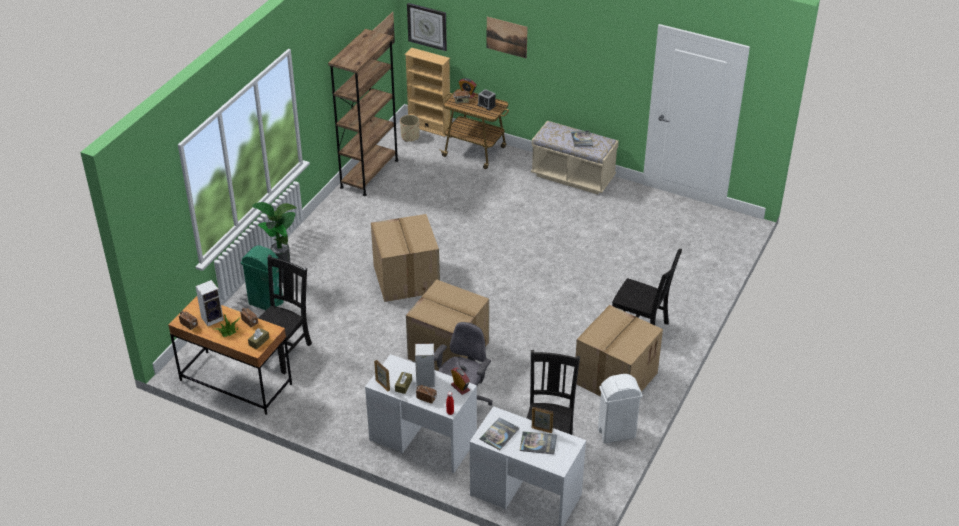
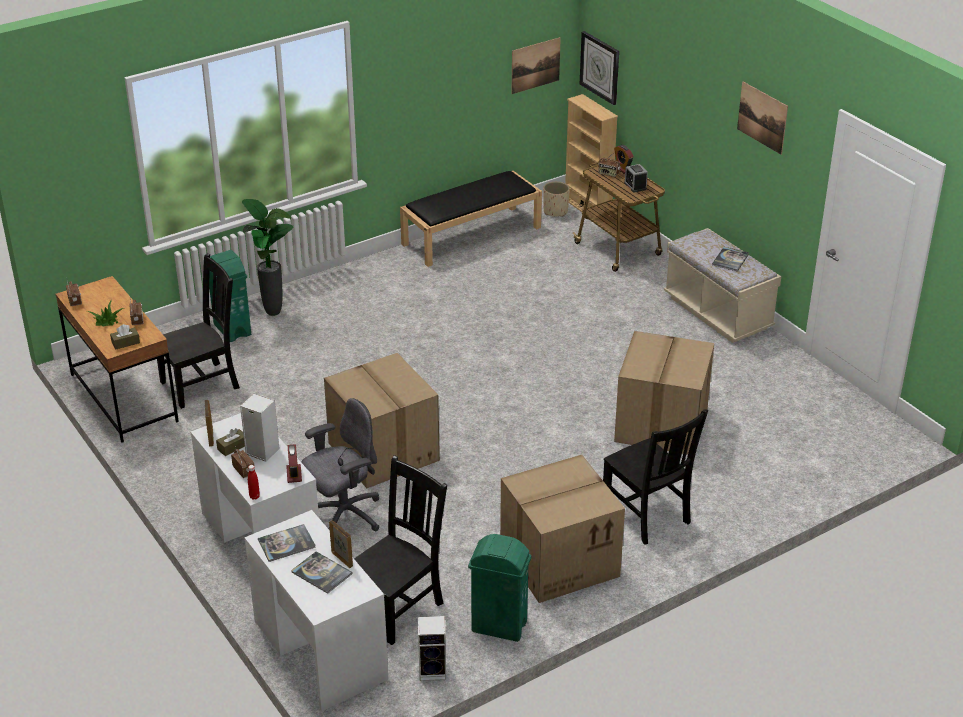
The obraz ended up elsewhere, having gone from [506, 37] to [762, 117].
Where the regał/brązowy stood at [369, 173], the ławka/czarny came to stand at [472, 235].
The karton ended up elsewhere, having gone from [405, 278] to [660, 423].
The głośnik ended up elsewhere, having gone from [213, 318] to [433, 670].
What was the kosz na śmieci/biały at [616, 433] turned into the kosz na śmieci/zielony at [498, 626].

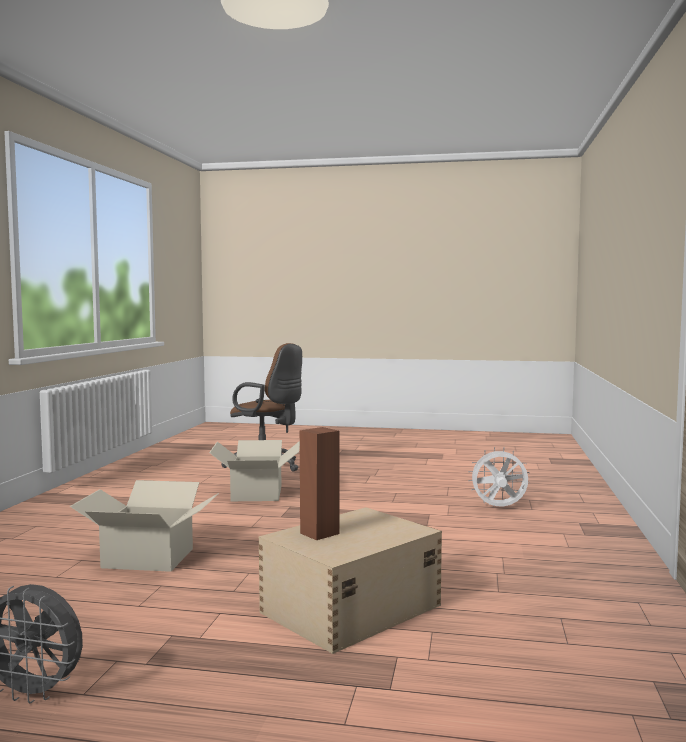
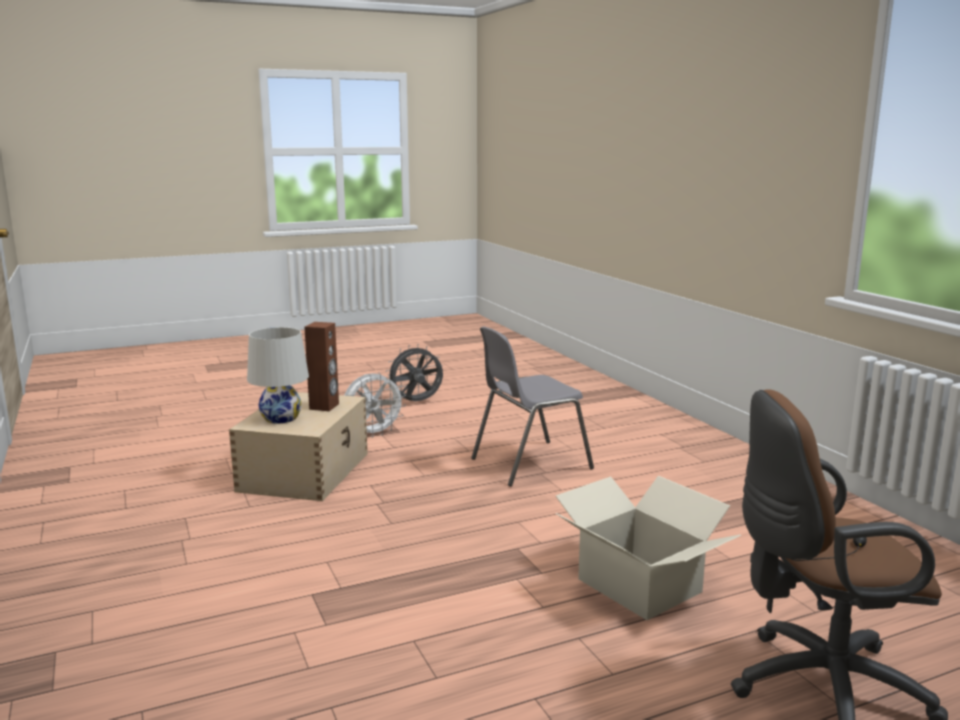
The wentylator/biały ended up elsewhere, having gone from [498, 508] to [373, 434].
Where the karton stood at [148, 558], the krzesło/szary came to stand at [528, 463].
The second view gained the lampa stołowa/biały at [281, 418].

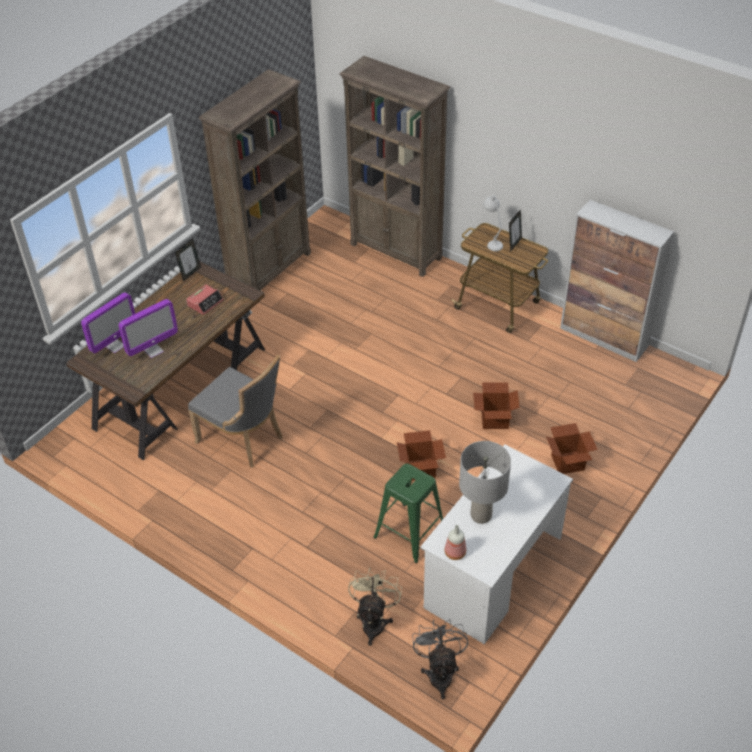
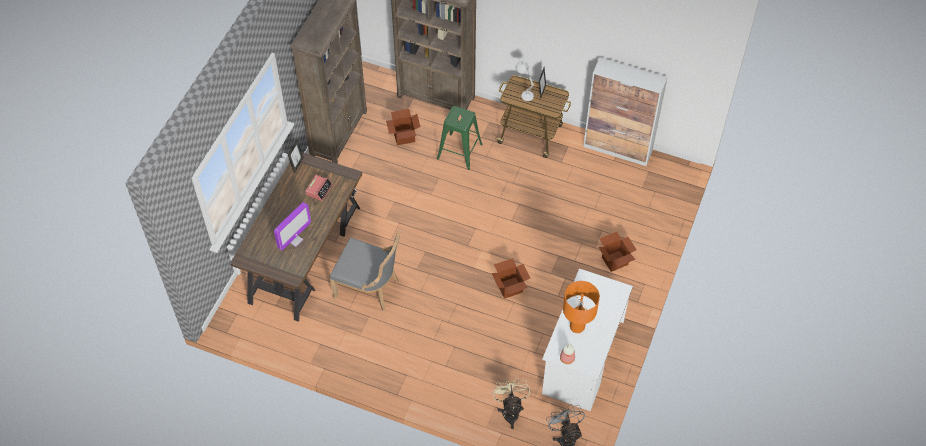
The second view lost the monitor at [115, 346].
The karton ended up elsewhere, having gone from [495, 419] to [404, 136].
What was the lampa stołowa/szary at [480, 515] turned into the lampa stołowa/pomarańczowy at [577, 327].
The stołek/zielony ended up elsewhere, having gone from [409, 531] to [459, 151].

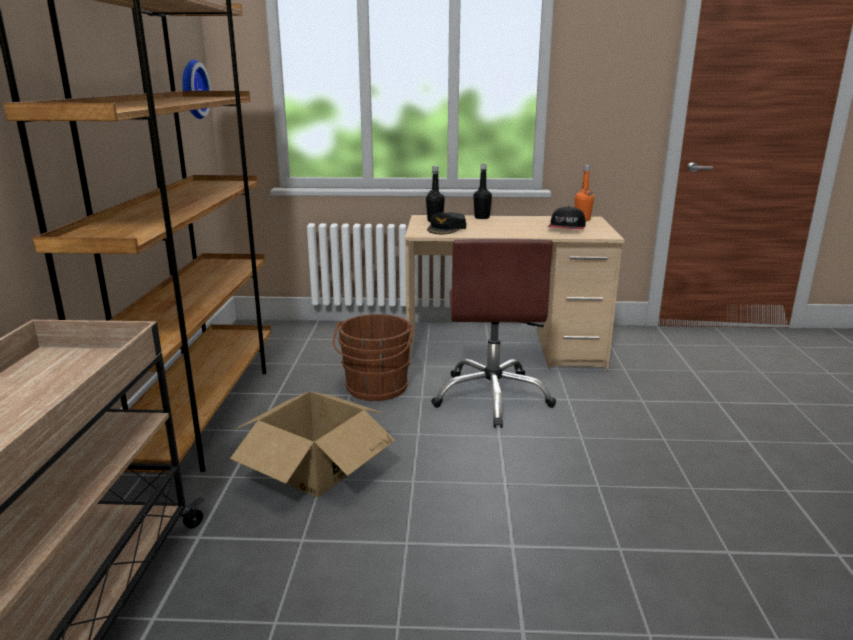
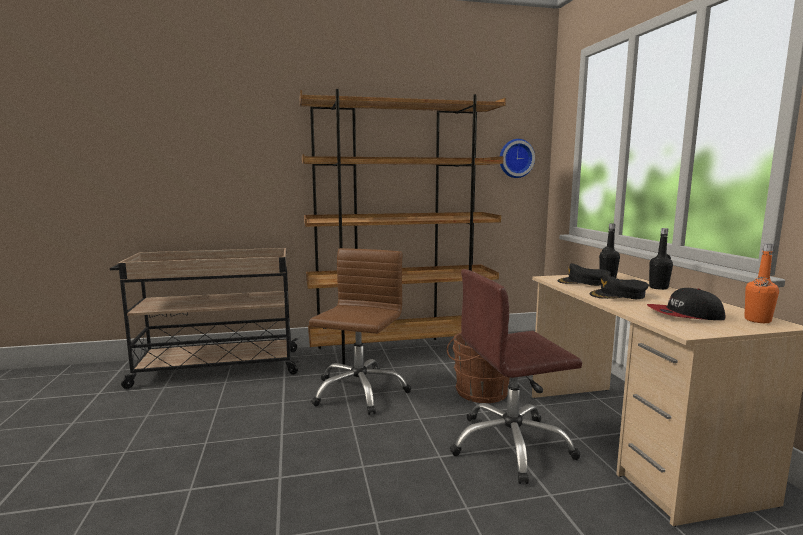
Where the karton stood at [315, 466], the krzesło biurowe/brązowy came to stand at [359, 391].
The second view gained the czapka z daszkiem/czarny at [618, 295].

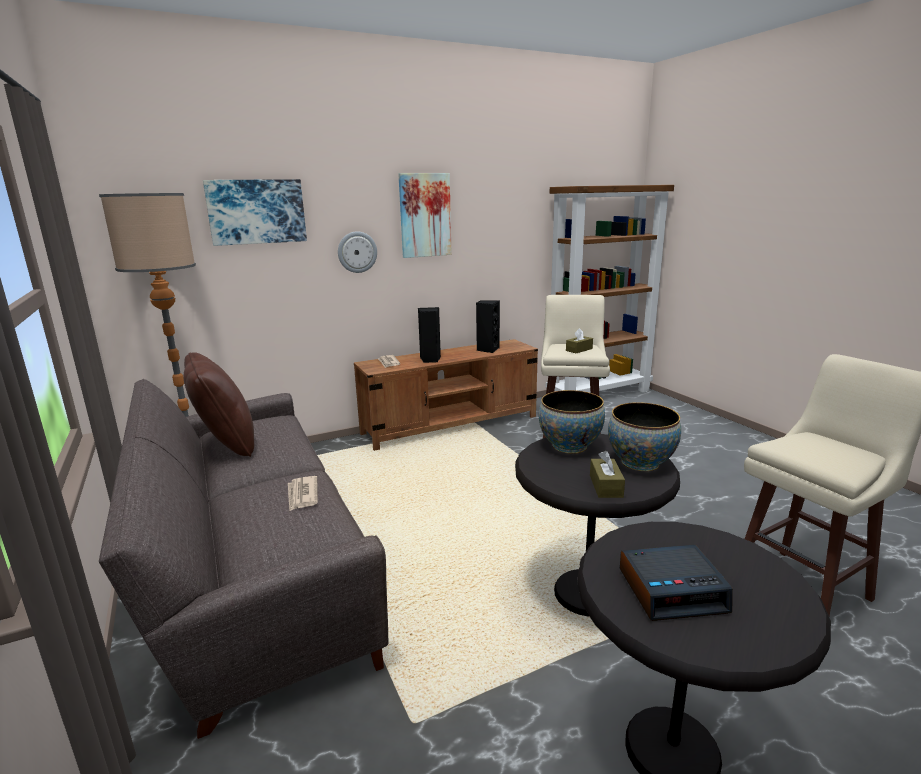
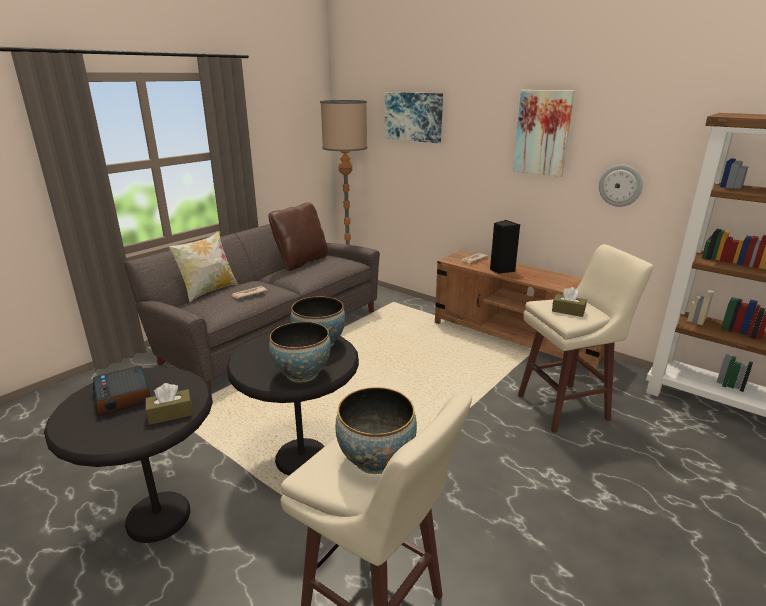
The zegar ścienny ended up elsewhere, having gone from [357, 252] to [620, 185].
The second view lost the głośnik/czarny at [487, 349].
The pudełko chusteczek/brązowy ended up elsewhere, having gone from [606, 486] to [170, 414].
The second view gained the poduszka at [208, 291].
The second view gained the miska at [376, 459].

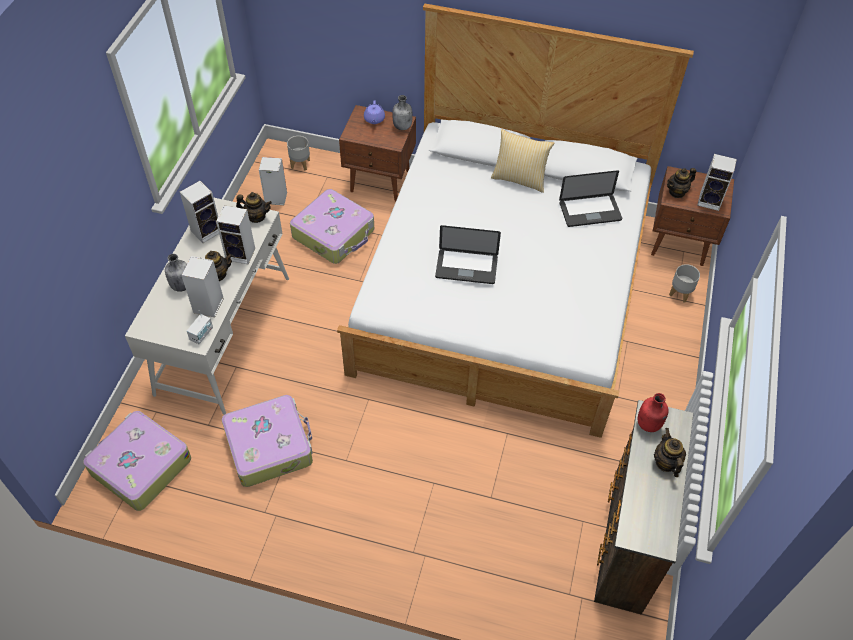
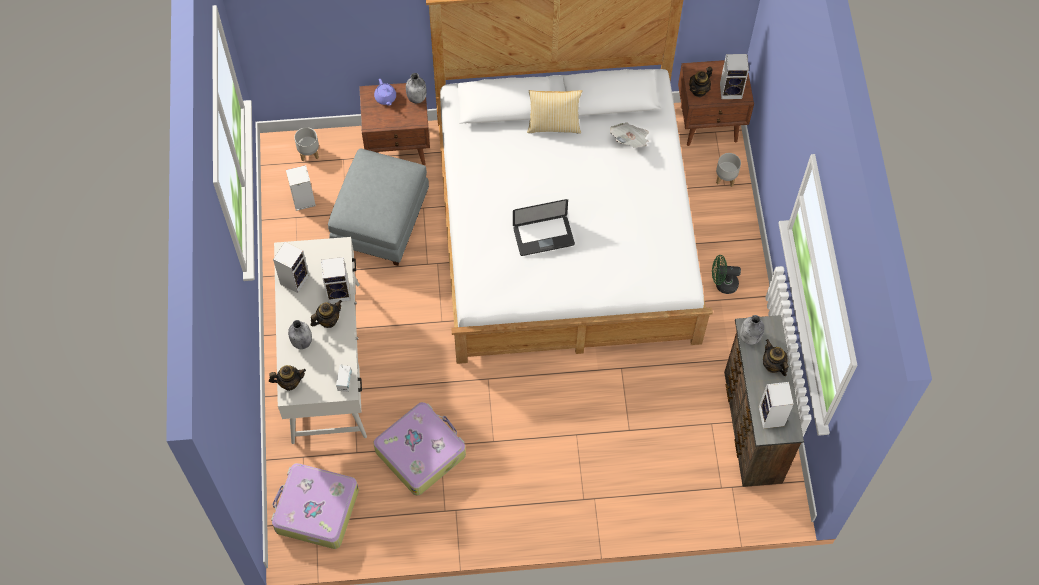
Where the laptop stood at [590, 211], the gazeta came to stand at [630, 140].
Where the walizka stood at [334, 234], the pufa/szary came to stand at [380, 221].
The imbryk ended up elsewhere, having gone from [256, 216] to [289, 382].
The głośnik ended up elsewhere, having gone from [208, 306] to [772, 417].
What was the butelka/czerwony at [649, 424] turned into the butelka/szary at [750, 337].
The second view gained the wentylator/zielony at [722, 284].

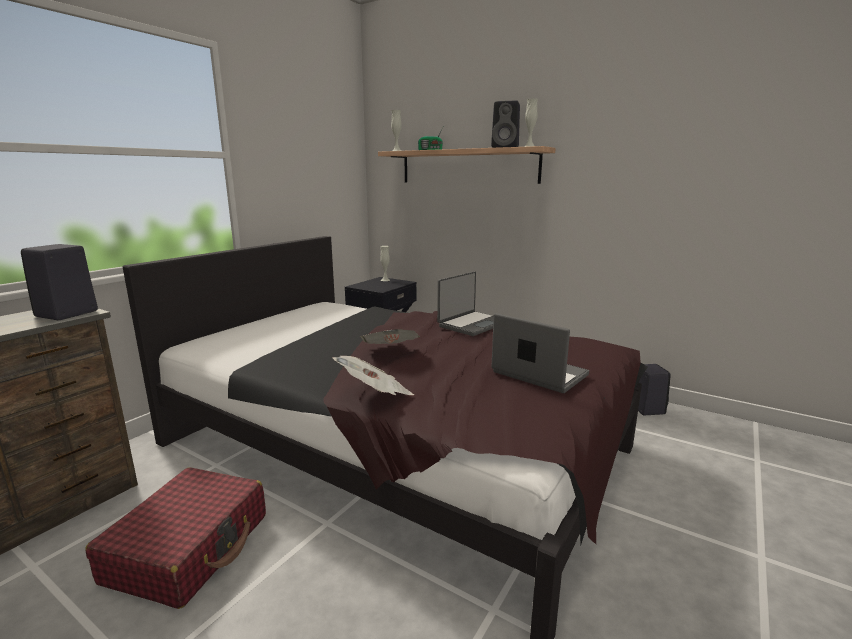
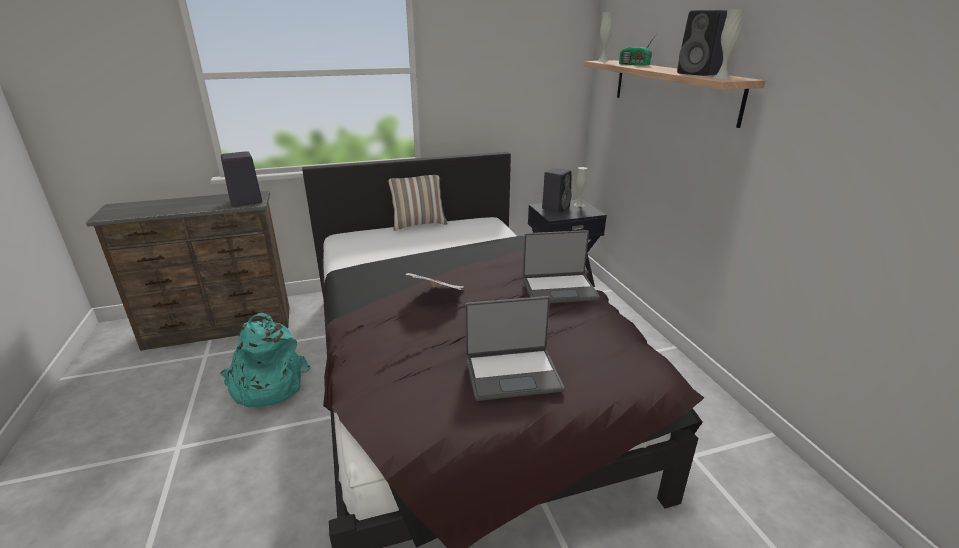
The laptop at [538, 374] ended up facing another way, 90 degrees clockwise from before.
The second view lost the gazeta at [375, 394].
The głośnik/czarny ended up elsewhere, having gone from [646, 408] to [556, 208].
Where the walizka/czerwony stood at [189, 547], the plecak/turkusowy came to stand at [266, 385].
The second view gained the poduszka at [418, 224].

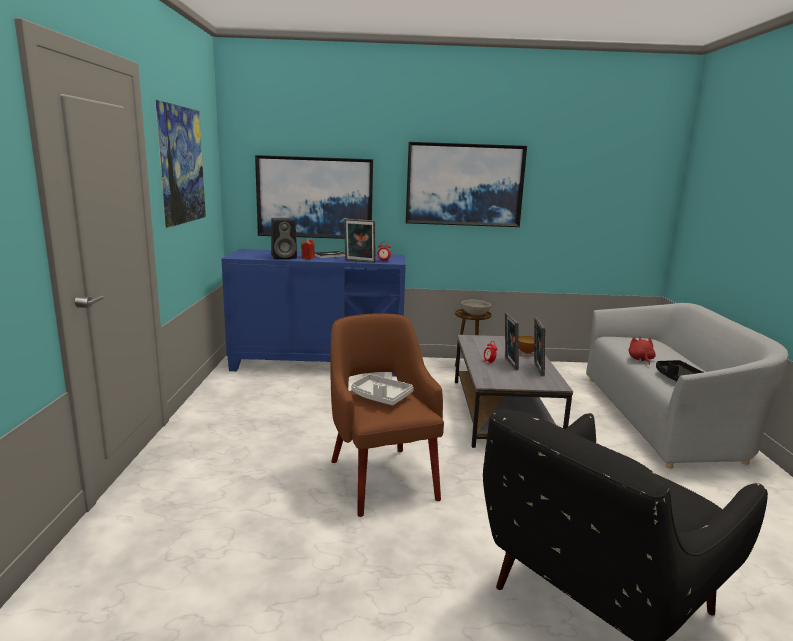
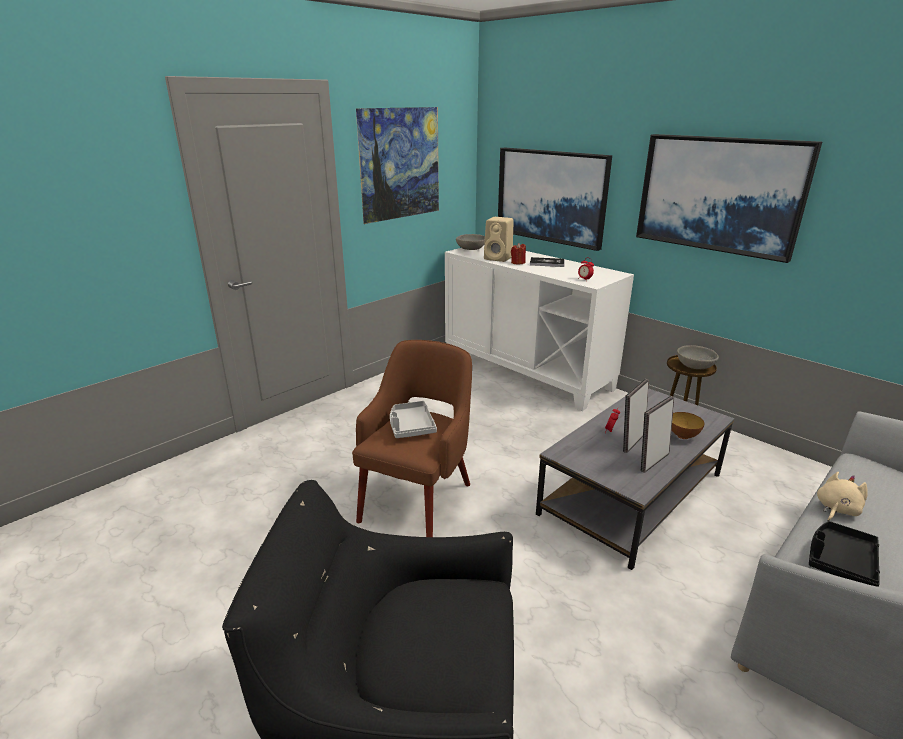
What was the głośnik/czarny at [285, 257] turned into the głośnik/beżowy at [499, 258].
The second view lost the ramka na zdjęcie at [359, 261].
What was the szafka/niebieski at [318, 363] turned into the szafka/biały at [526, 371].
What was the pluszak/czerwony at [640, 360] turned into the pluszak/beżowy at [836, 509].
The second view gained the miska/szary at [470, 249].

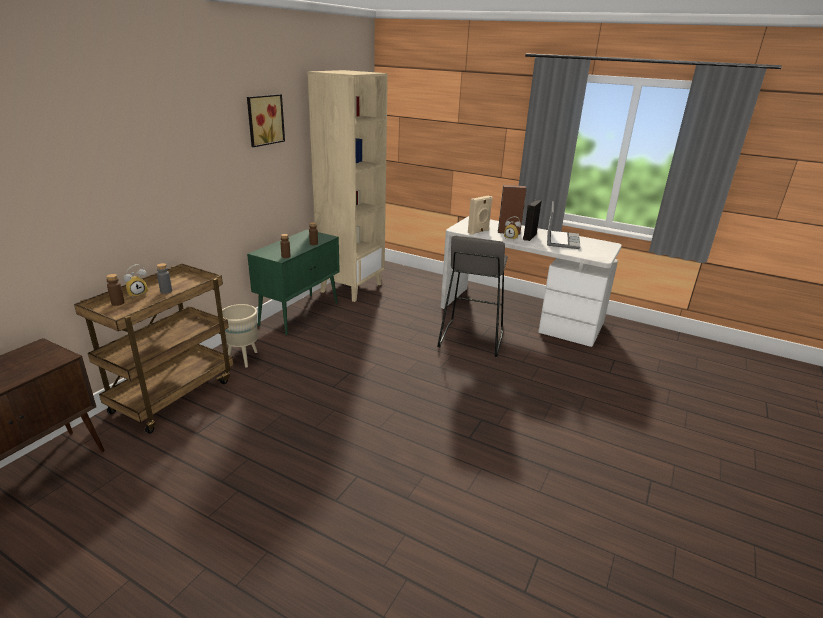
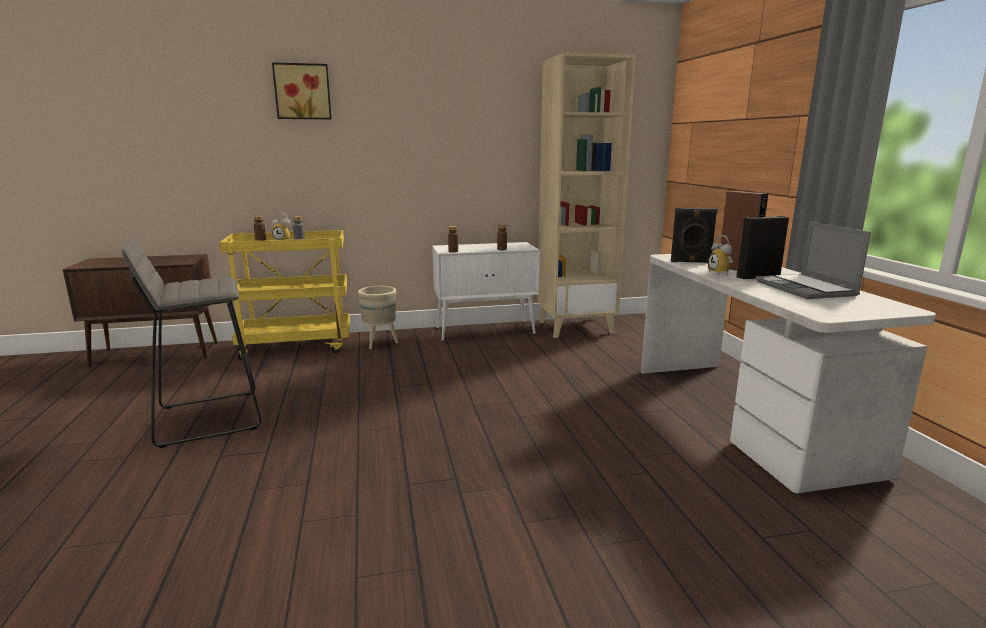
The obraz ended up elsewhere, having gone from [264, 120] to [302, 91].
What was the głośnik/beżowy at [479, 231] turned into the głośnik/czarny at [690, 262].
The laptop at [561, 240] ended up facing another way, 105 degrees clockwise from before.
What was the szafka/zielony at [300, 313] turned into the szafka/biały at [486, 331].
The stołek/szary ended up elsewhere, having gone from [471, 339] to [208, 417].
What was the wózek/brązowy at [173, 395] turned into the wózek/żółty at [297, 346].

